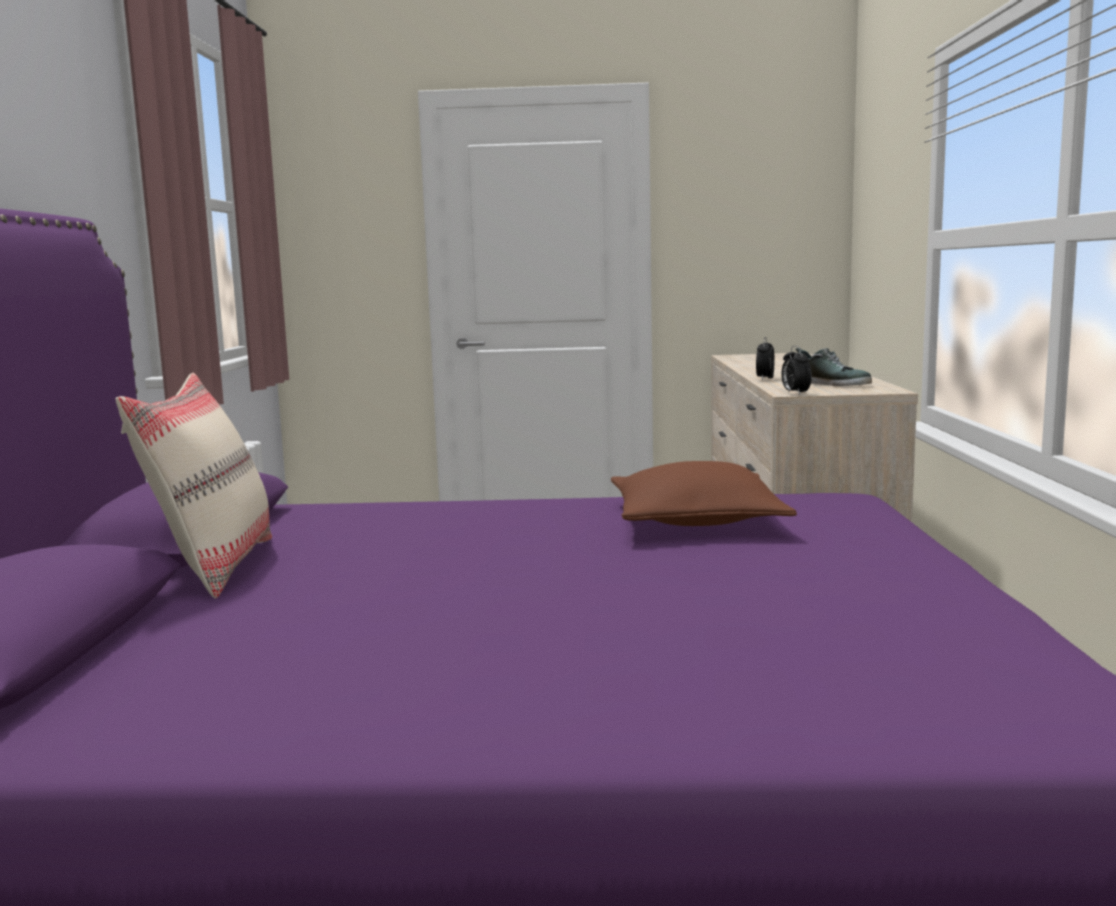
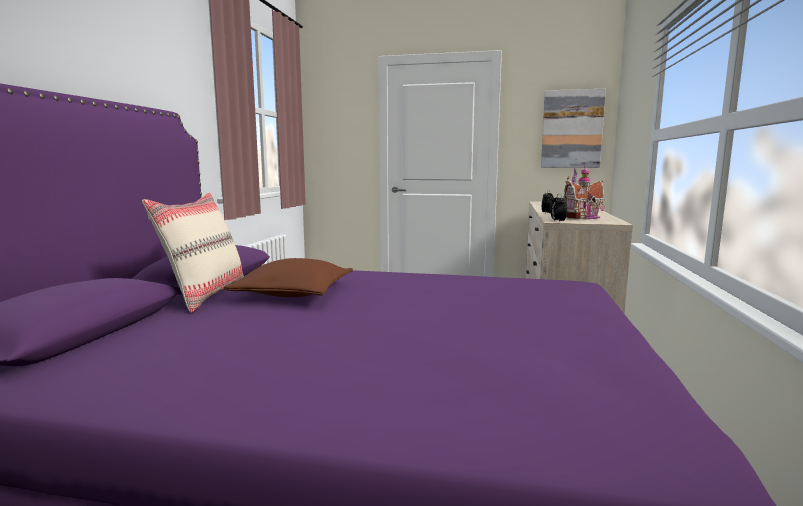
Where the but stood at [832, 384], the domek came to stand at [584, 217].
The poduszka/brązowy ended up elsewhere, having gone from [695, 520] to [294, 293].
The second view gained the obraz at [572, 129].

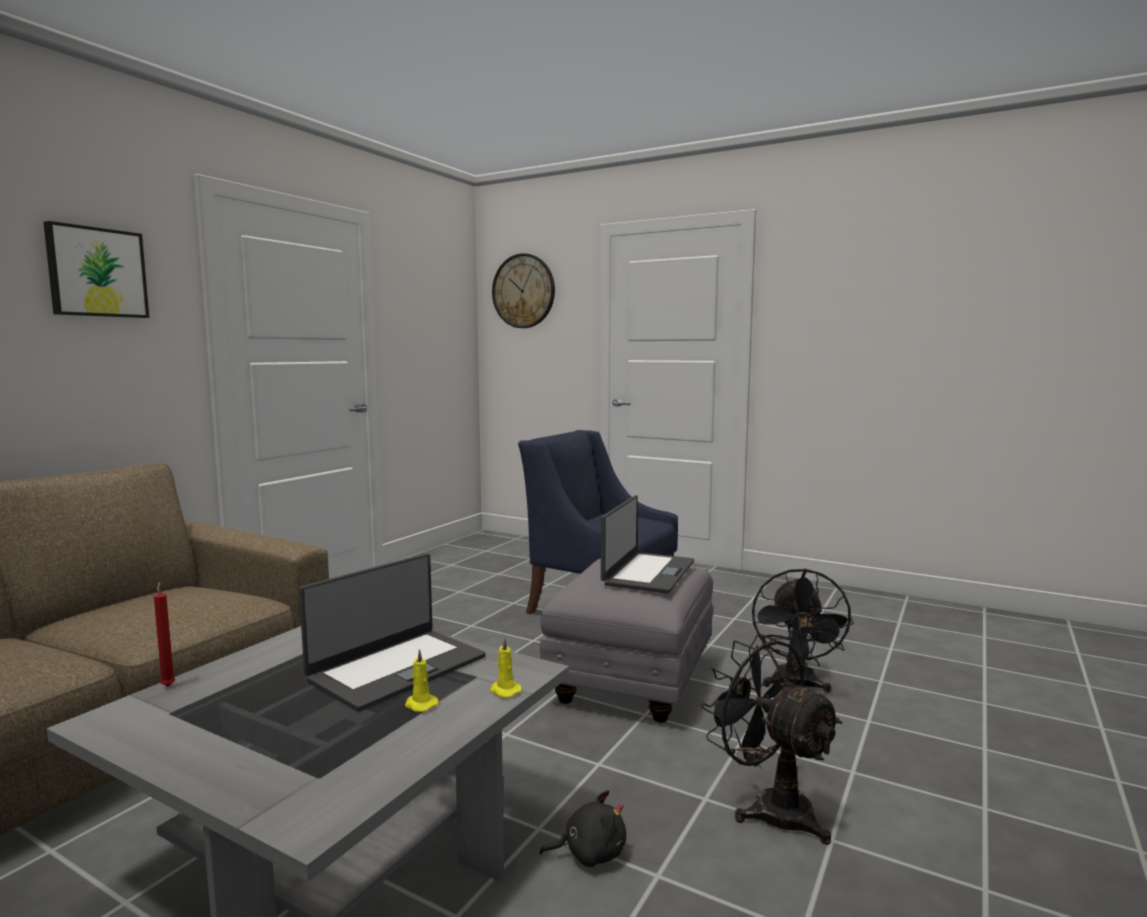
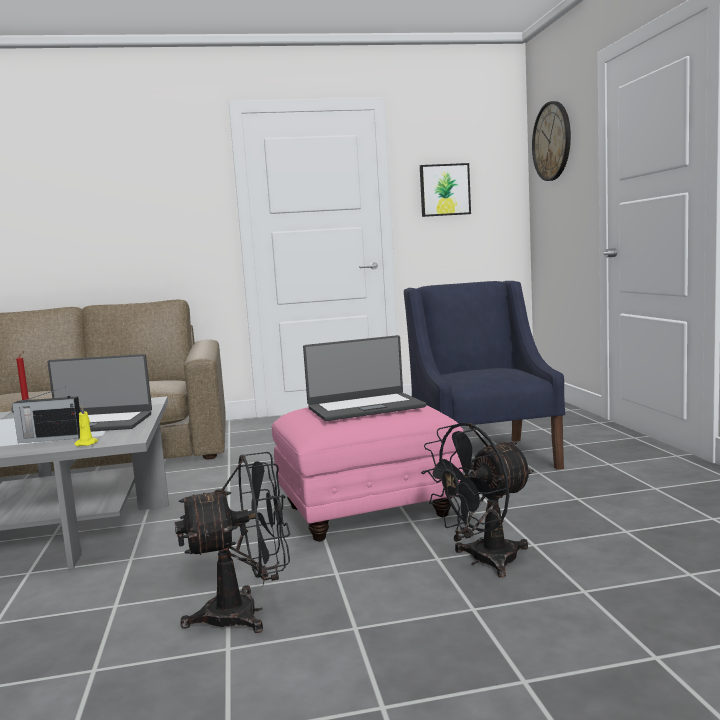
The obraz ended up elsewhere, having gone from [96, 272] to [444, 190].
What was the pufa/szary at [632, 680] turned into the pufa/różowy at [369, 512].
The wentylator/czarny at [770, 807] ended up facing another way, 60 degrees clockwise from before.
Where the świeca/żółty stood at [420, 704], the radio came to stand at [49, 439].
The second view lost the pluszak/czarny at [590, 853].

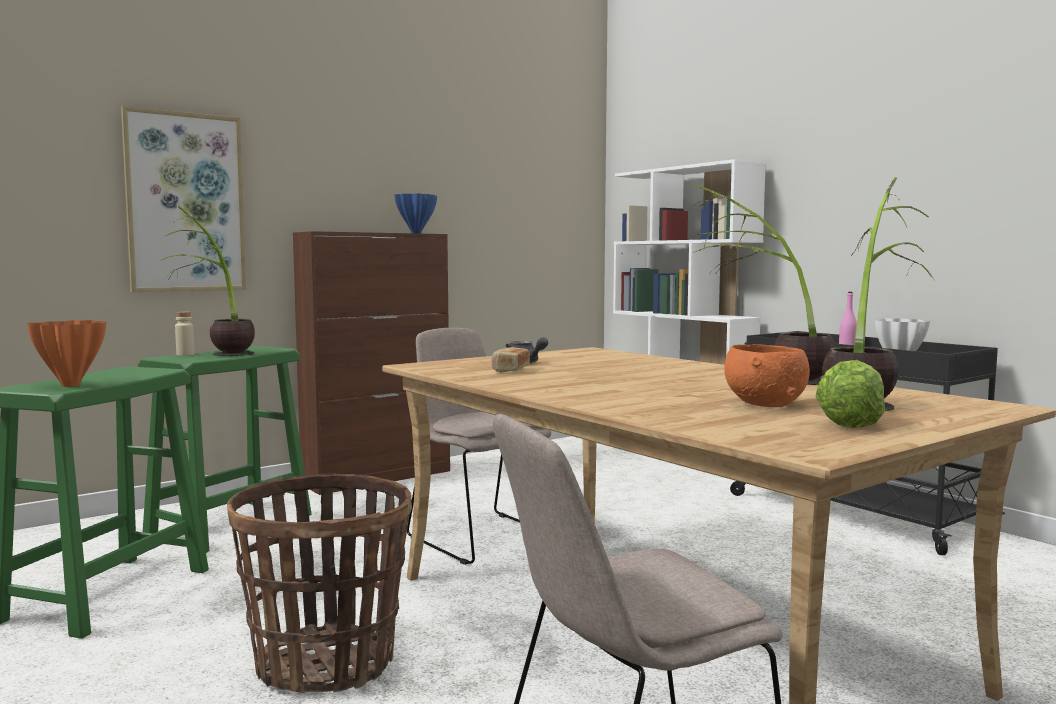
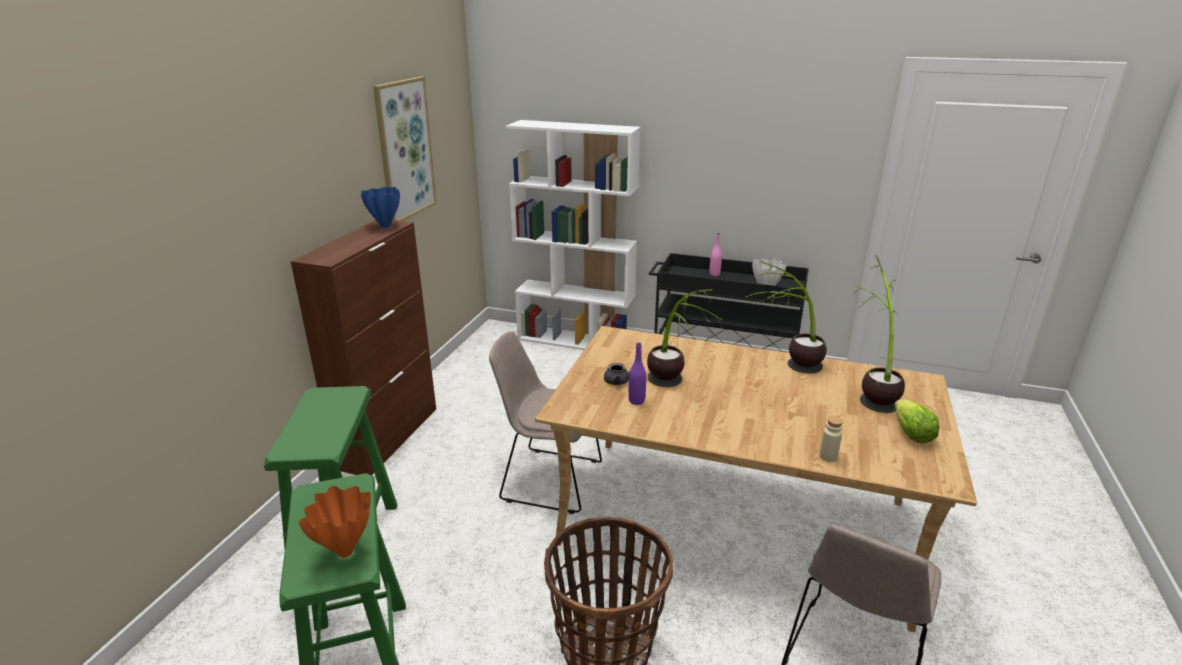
The obraz ended up elsewhere, having gone from [185, 203] to [405, 149].
The roślina doniczkowa ended up elsewhere, having gone from [217, 356] to [674, 388].
The butelka/beżowy ended up elsewhere, having gone from [185, 354] to [828, 457].
The second view lost the miska/pomarańczowy at [765, 404].
Where the chleb stood at [509, 370], the butelka/fioletowy came to stand at [636, 401].

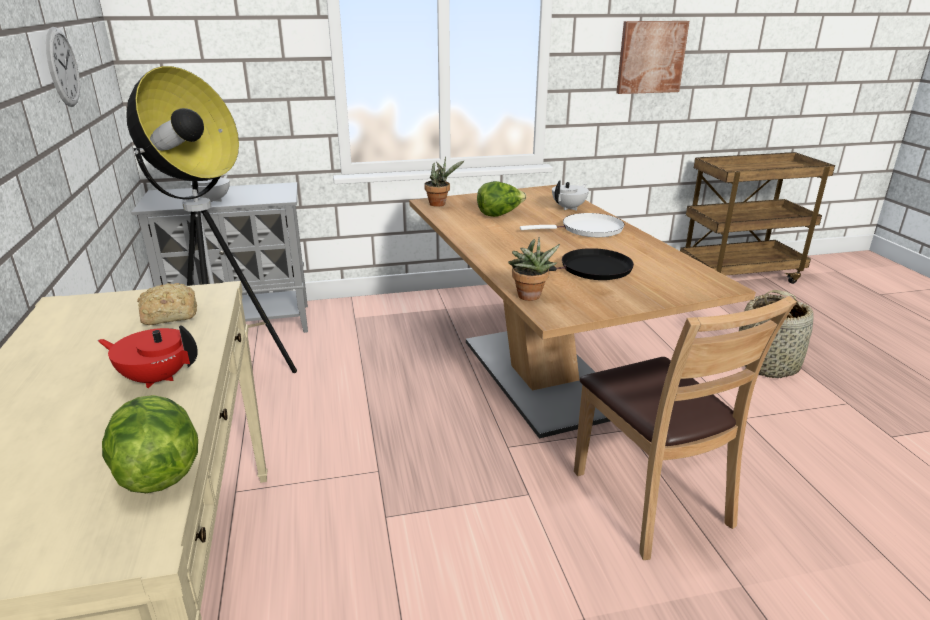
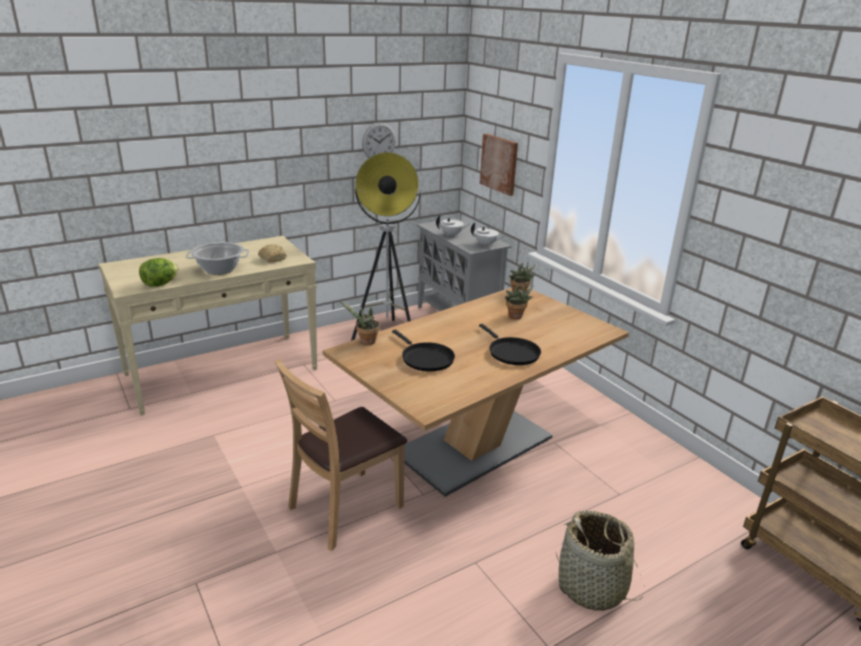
The obraz ended up elsewhere, having gone from [651, 57] to [499, 164].
The imbryk/biały ended up elsewhere, having gone from [569, 208] to [486, 244].
Where the sałata stood at [499, 214], the roślina doniczkowa came to stand at [516, 317].
What was the patelnia/biały at [587, 229] turned into the patelnia/czarny at [511, 353].
Where the imbryk/czerwony stood at [157, 378], the garnek came to stand at [220, 269].

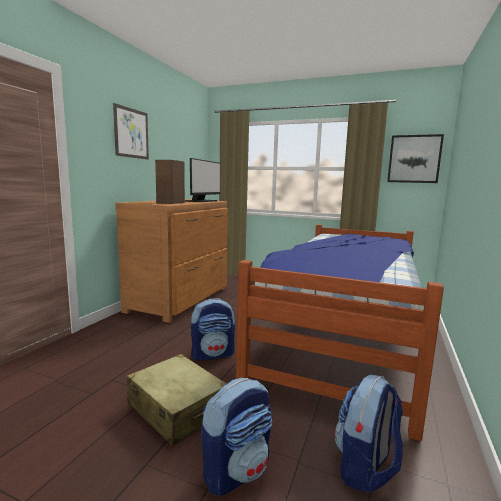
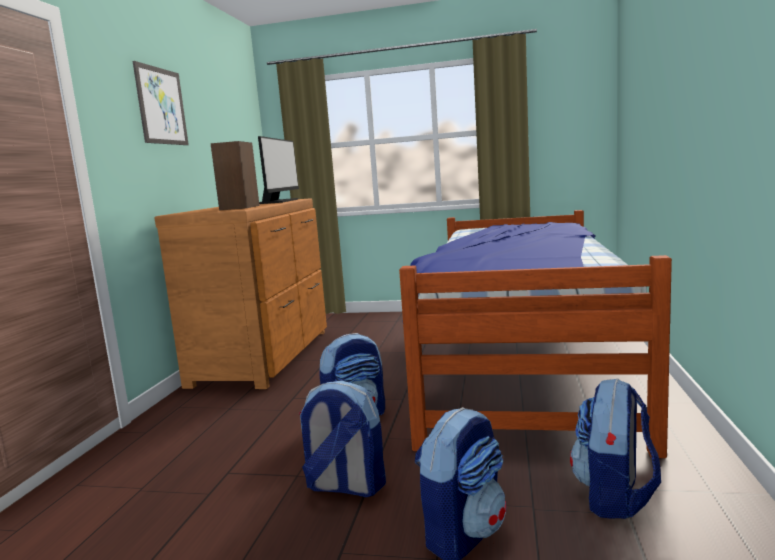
The second view lost the obraz at [414, 159].
Where the walizka/beżowy stood at [177, 408], the plecak came to stand at [344, 486].

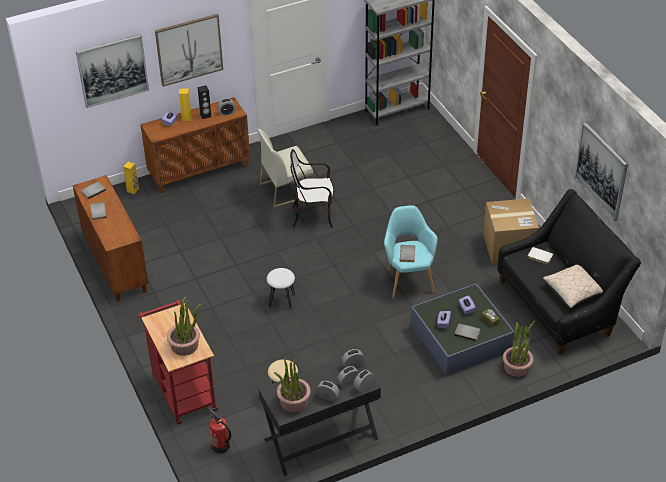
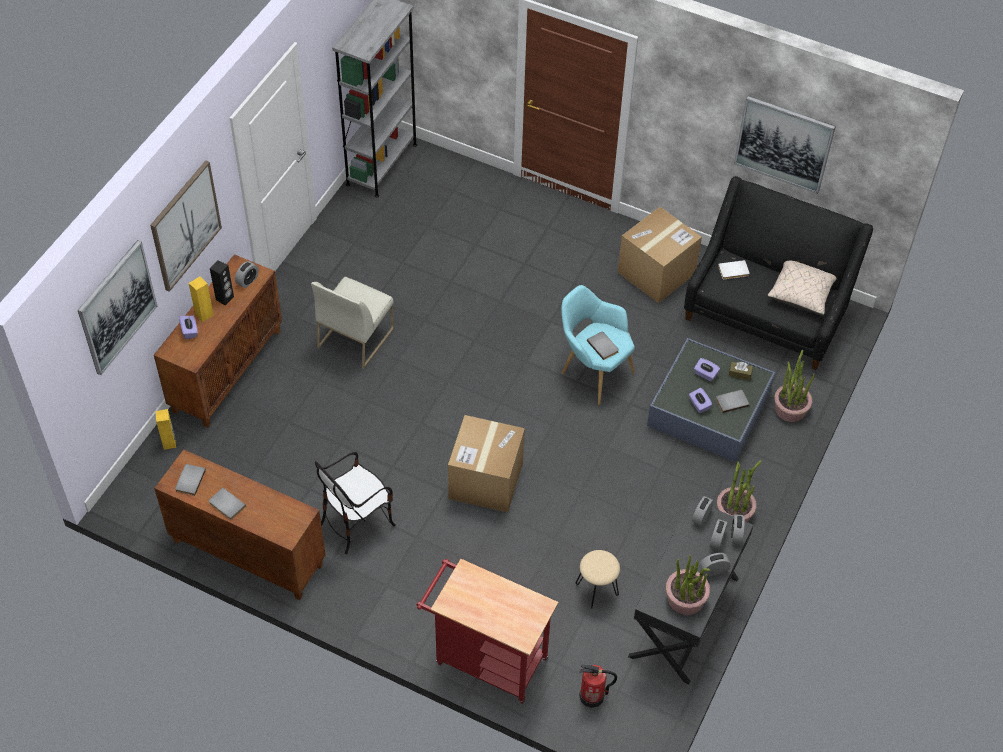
The krzesło ended up elsewhere, having gone from [313, 215] to [356, 522].
Where the stołek/biały stood at [281, 300], the karton came to stand at [486, 480].
The roślina doniczkowa ended up elsewhere, having gone from [185, 345] to [734, 513].

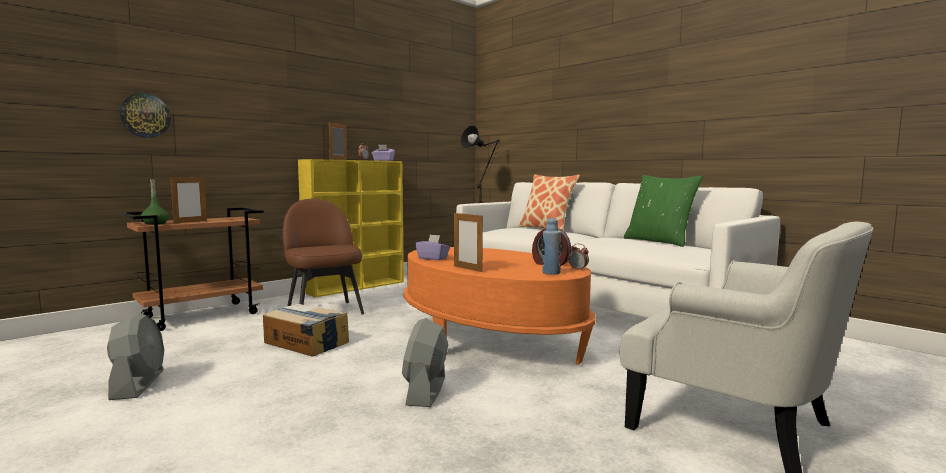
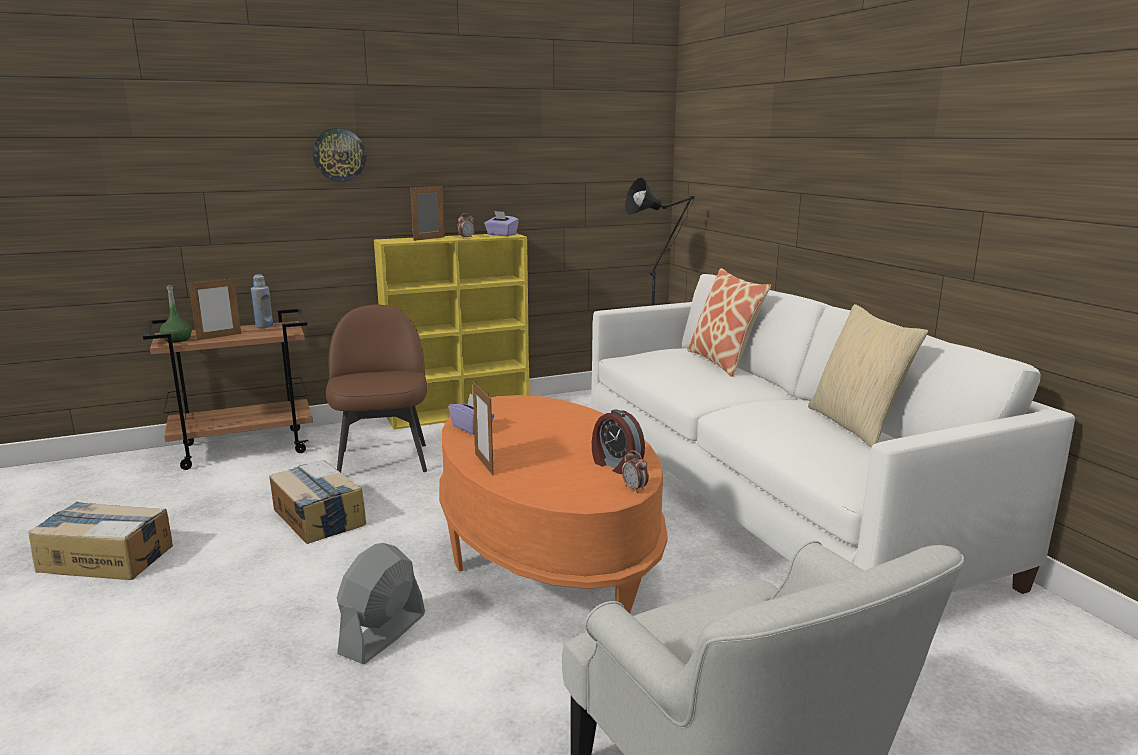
The zegar ścienny ended up elsewhere, having gone from [145, 115] to [339, 155].
What was the poduszka/zielony at [659, 241] turned into the poduszka/beżowy at [856, 425].
The butelka/niebieski ended up elsewhere, having gone from [551, 273] to [264, 326].
Where the wentylator/szary stood at [138, 384], the karton came to stand at [106, 558].

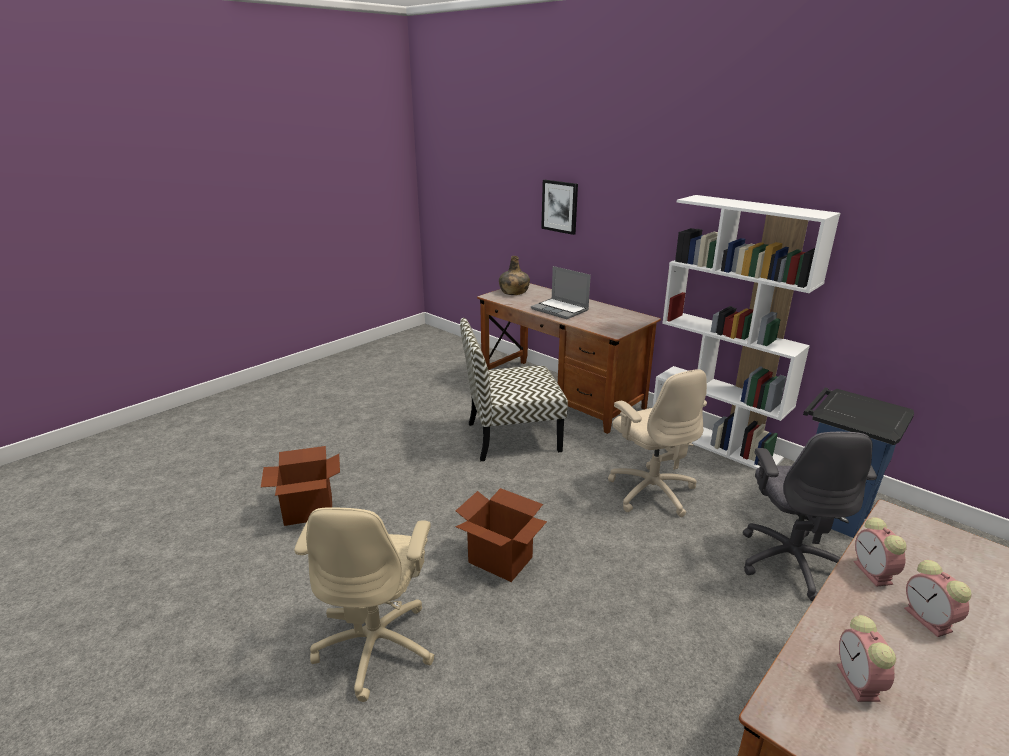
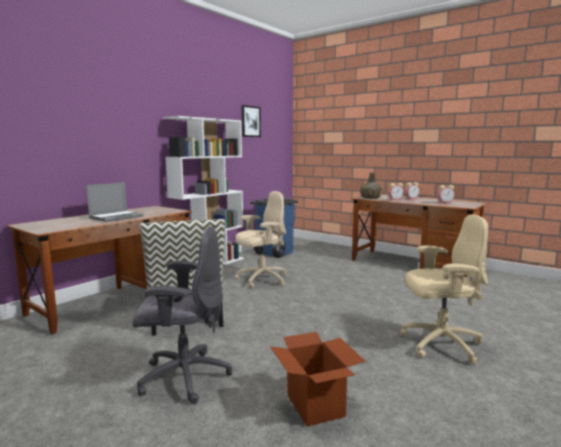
The obraz ended up elsewhere, having gone from [560, 206] to [250, 121].
The butelka/zielony ended up elsewhere, having gone from [513, 292] to [370, 198].
The krzesło biurowe/szary ended up elsewhere, having gone from [790, 561] to [183, 376].
The second view lost the karton at [501, 560].

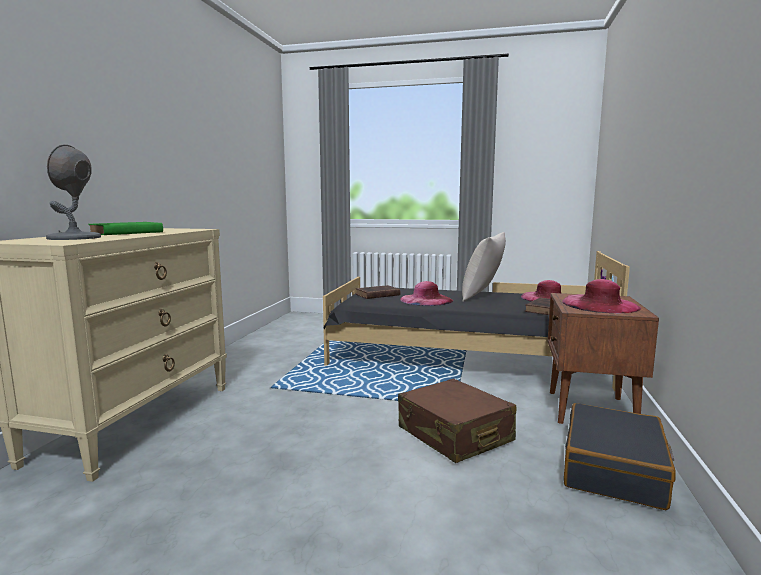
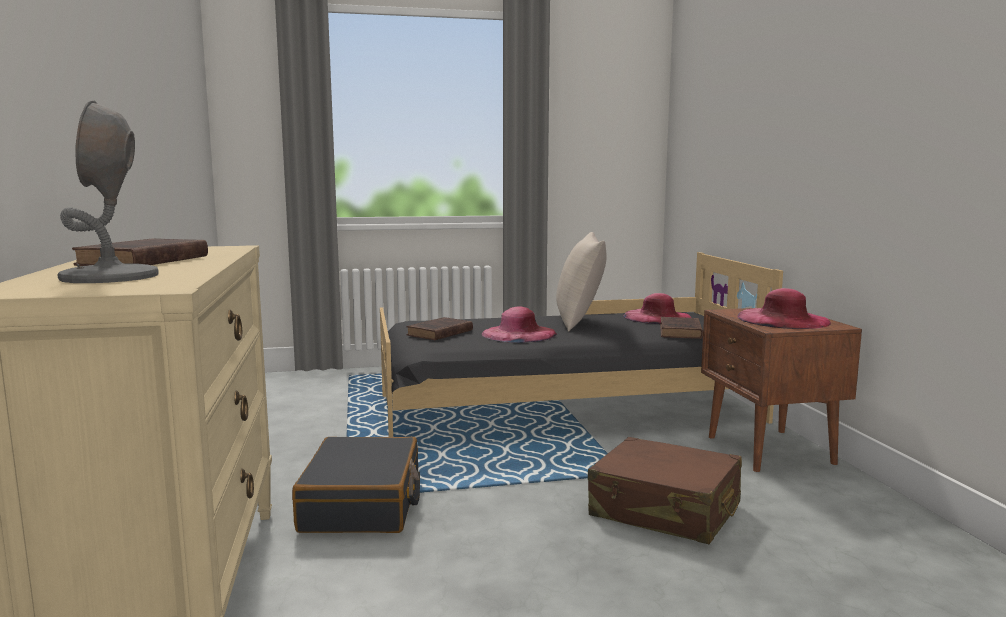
What was the książka/zielony at [125, 233] turned into the książka/brązowy at [142, 261].
The walizka/czarny ended up elsewhere, having gone from [614, 469] to [363, 503].

